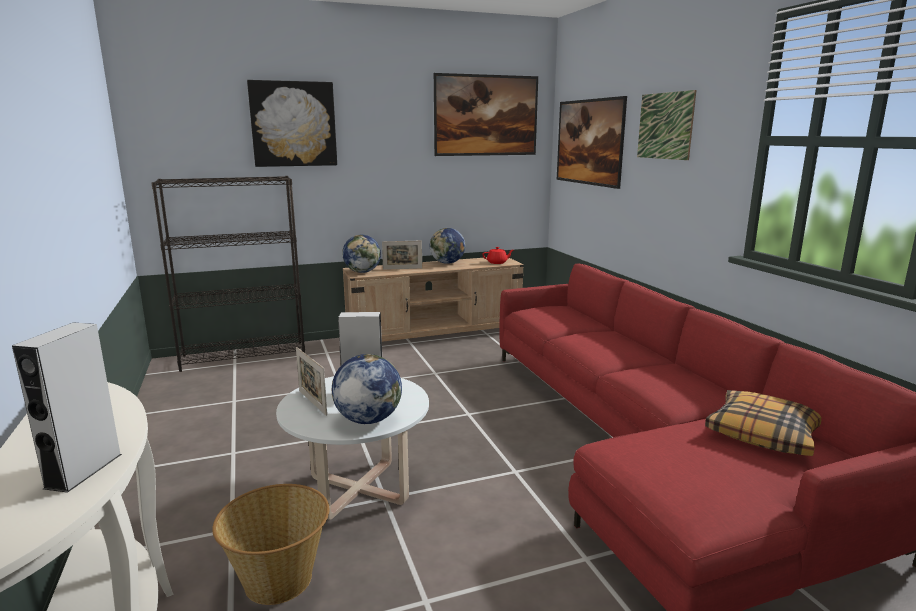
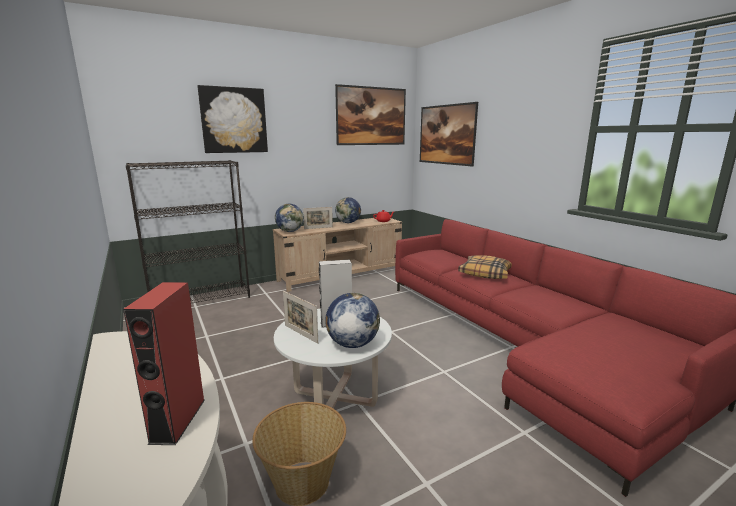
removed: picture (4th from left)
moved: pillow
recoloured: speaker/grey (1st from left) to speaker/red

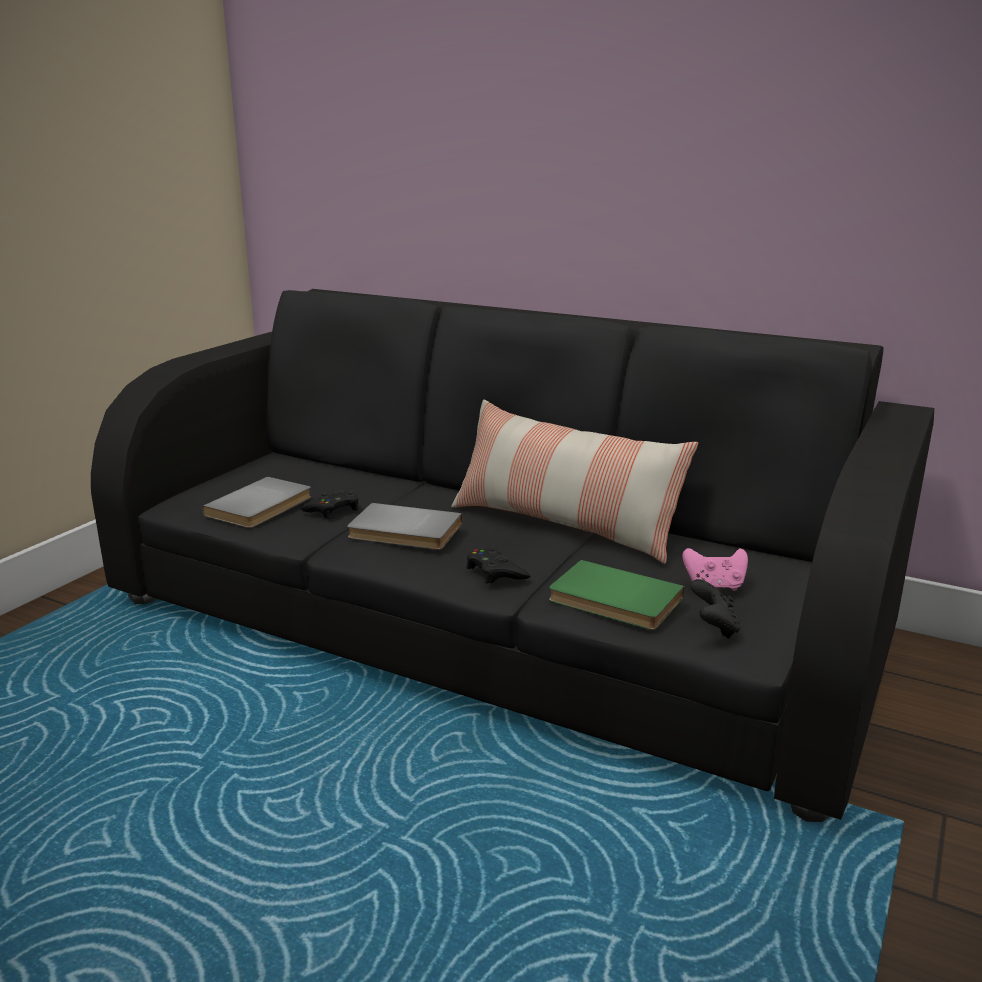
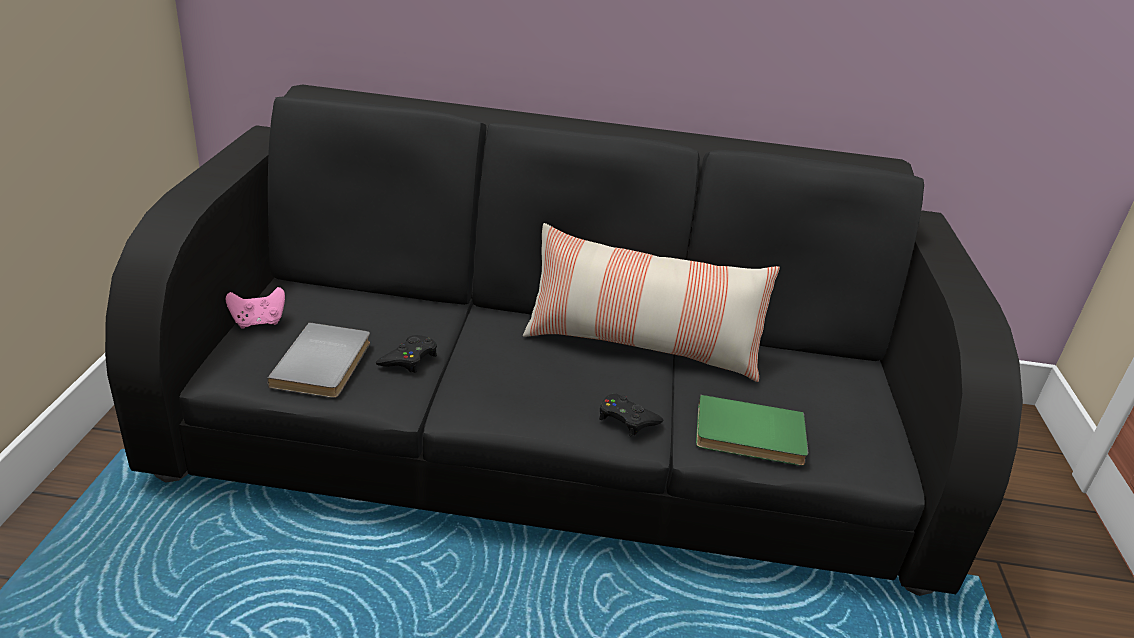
removed: book/grey (2nd from left); game controller/black (3rd from left)
moved: game controller/pink

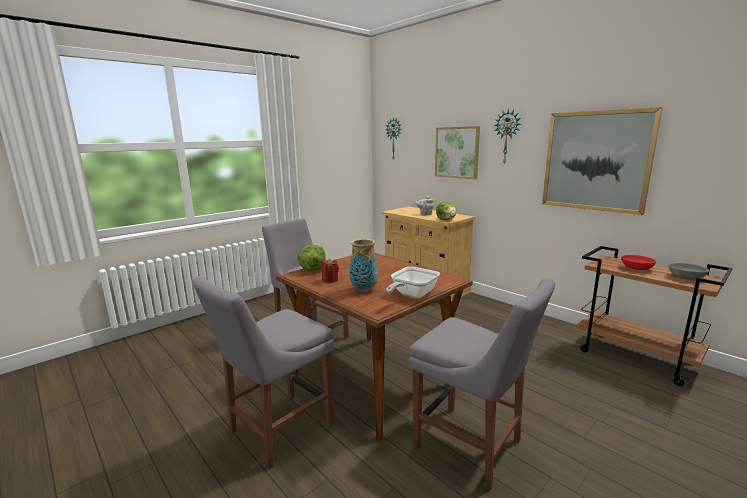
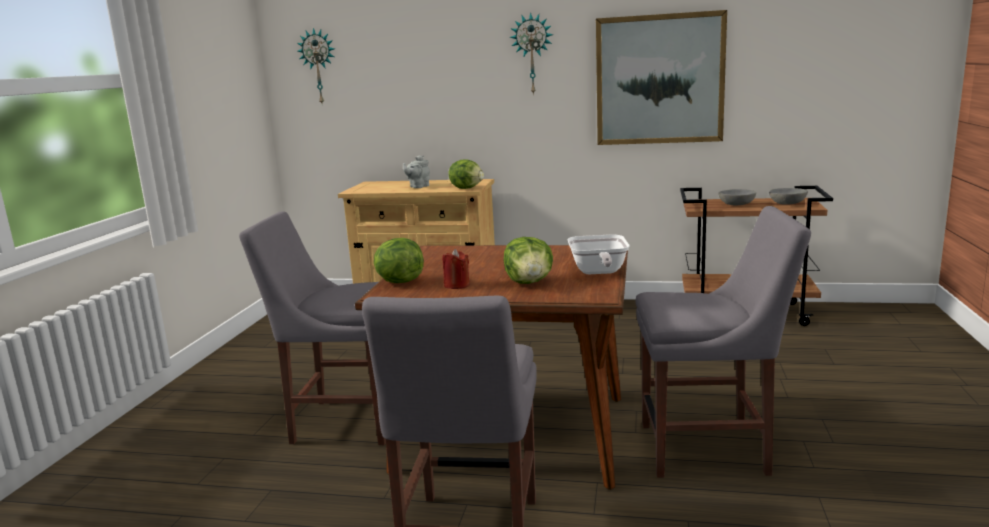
removed: picture (1st from left)
replaced: vase to lettuce (3rd from left)
recoloured: bowl/red to bowl/grey (1st from left)

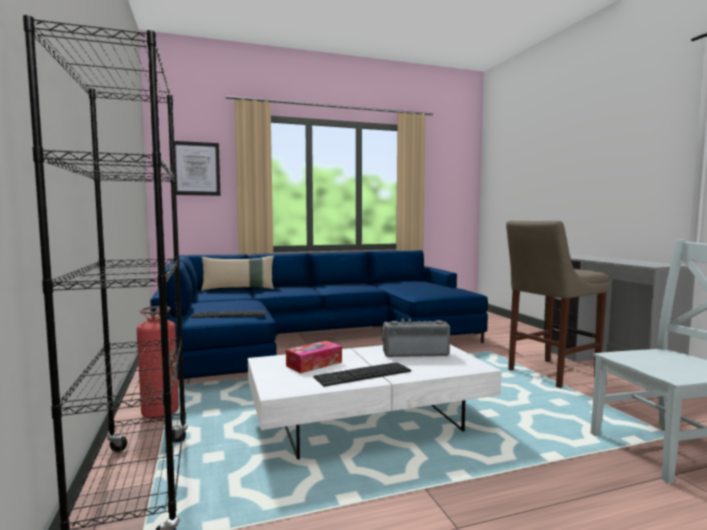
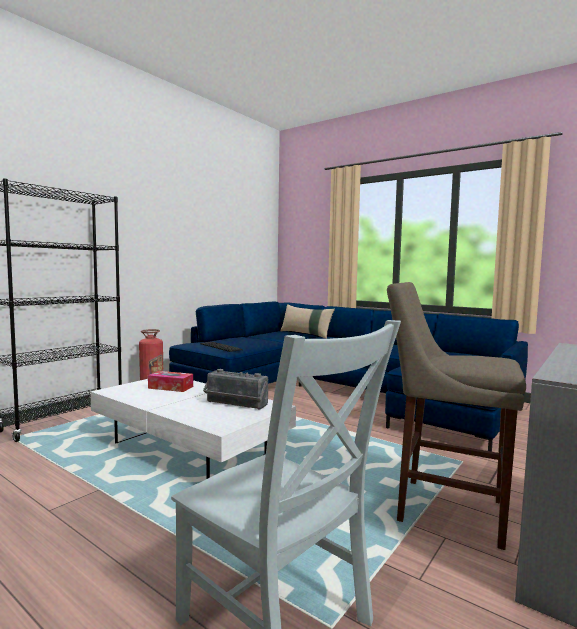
removed: picture; keyboard (2nd from left)
turned: radio 150 degrees clockwise

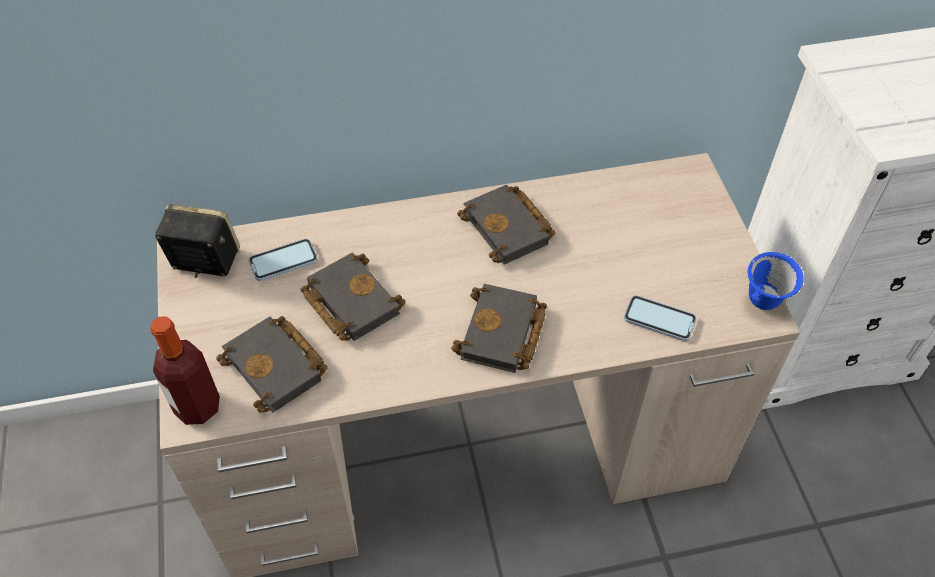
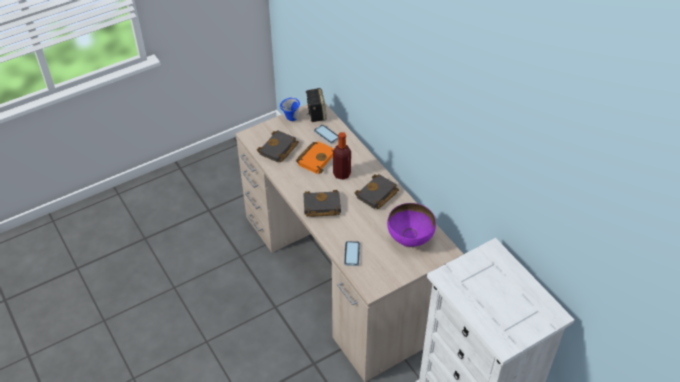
added: bowl/purple
moved: bottle; mug/blue
recoloured: book/black (2nd from left) to book/orange

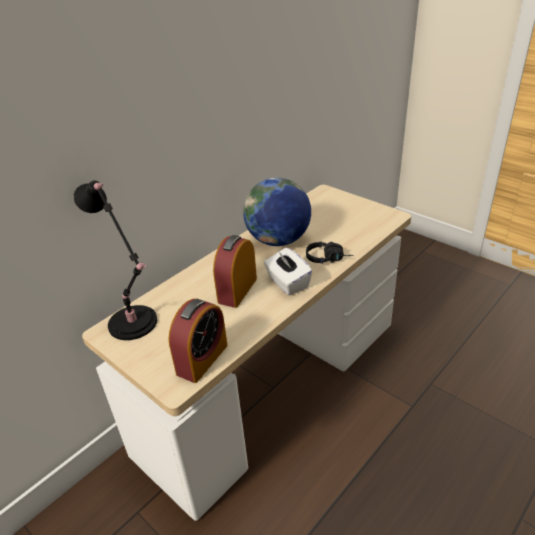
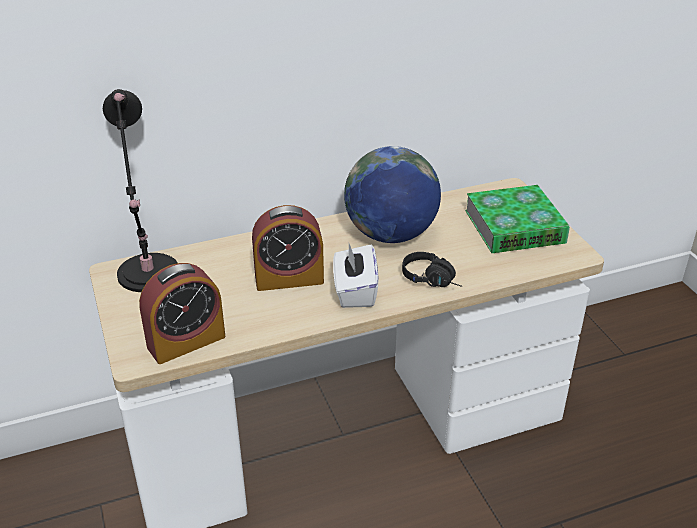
added: book
turned: alarm clock (2nd from left) 150 degrees counterclockwise

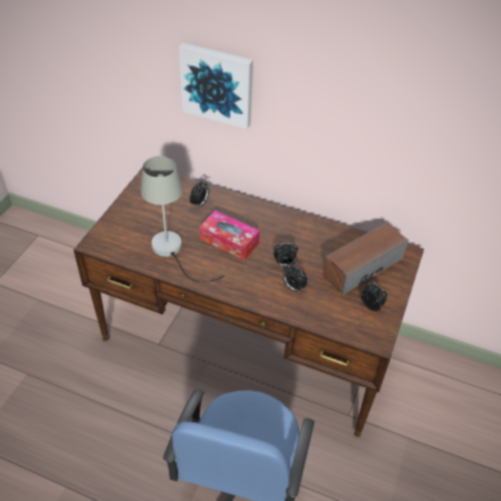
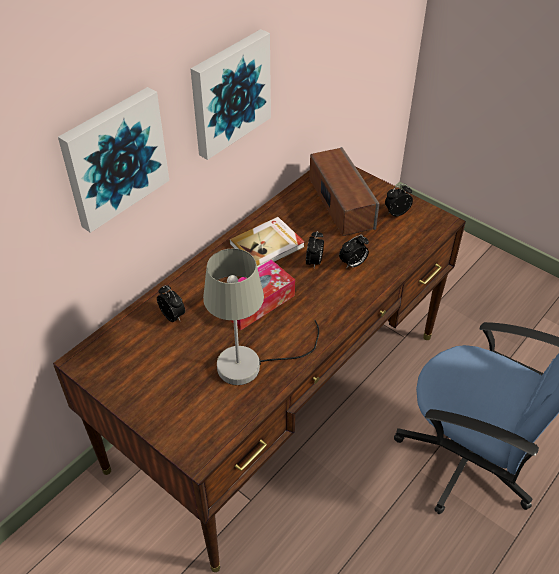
added: picture (2nd from left); book

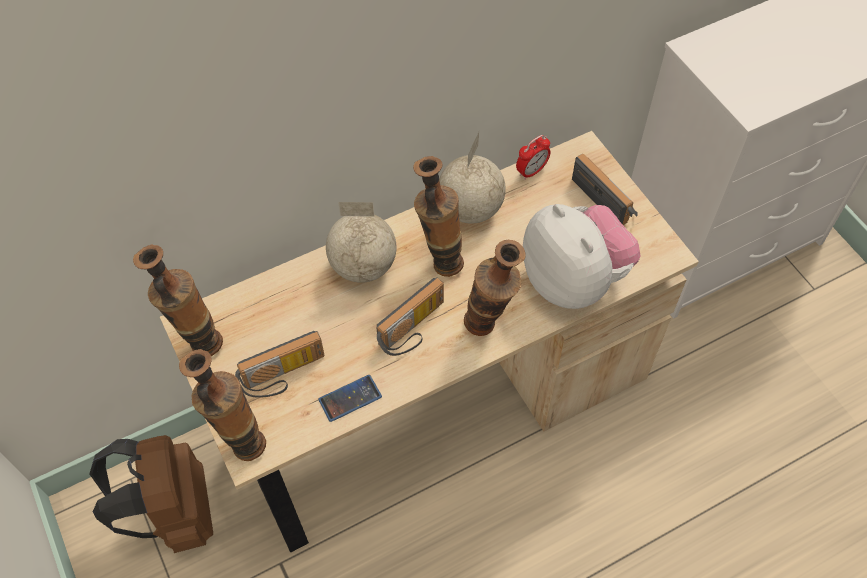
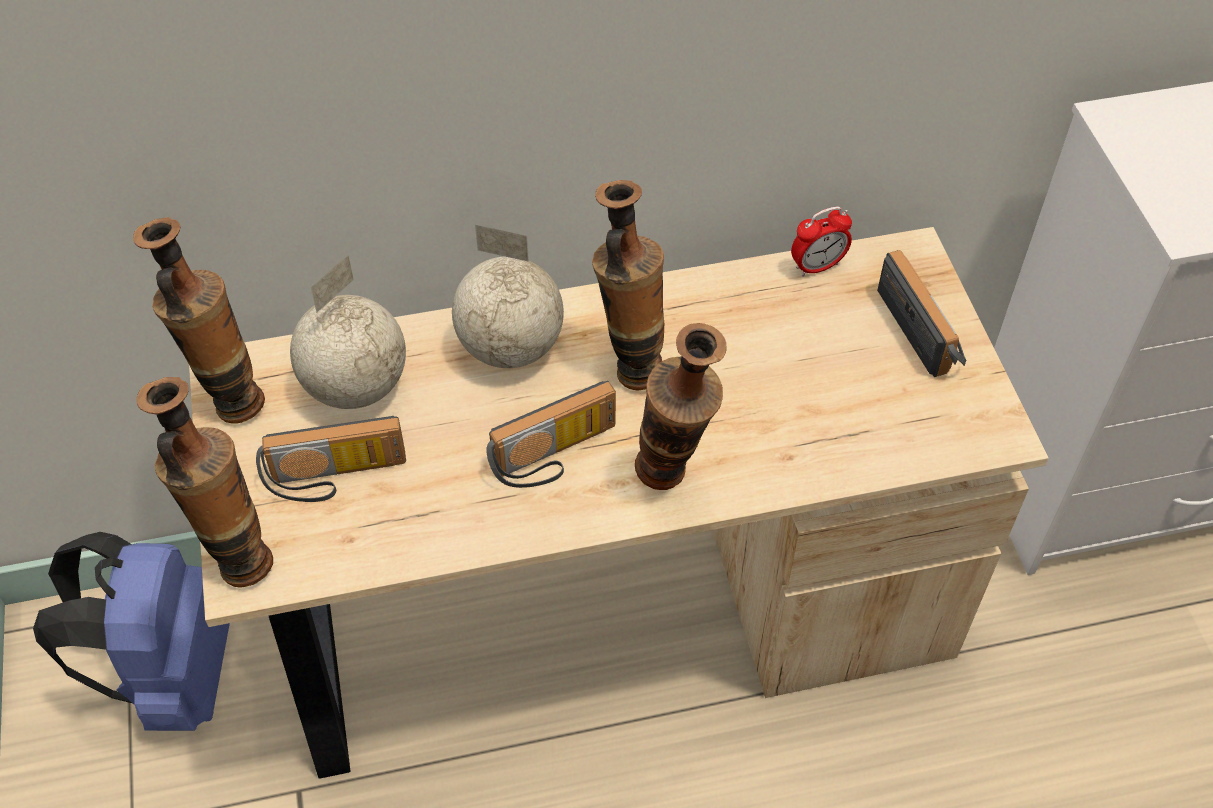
removed: phone; plush toy
moved: globe (2nd from left in the first image) to globe (1st from left)
recoloured: backpack/brown to backpack/blue

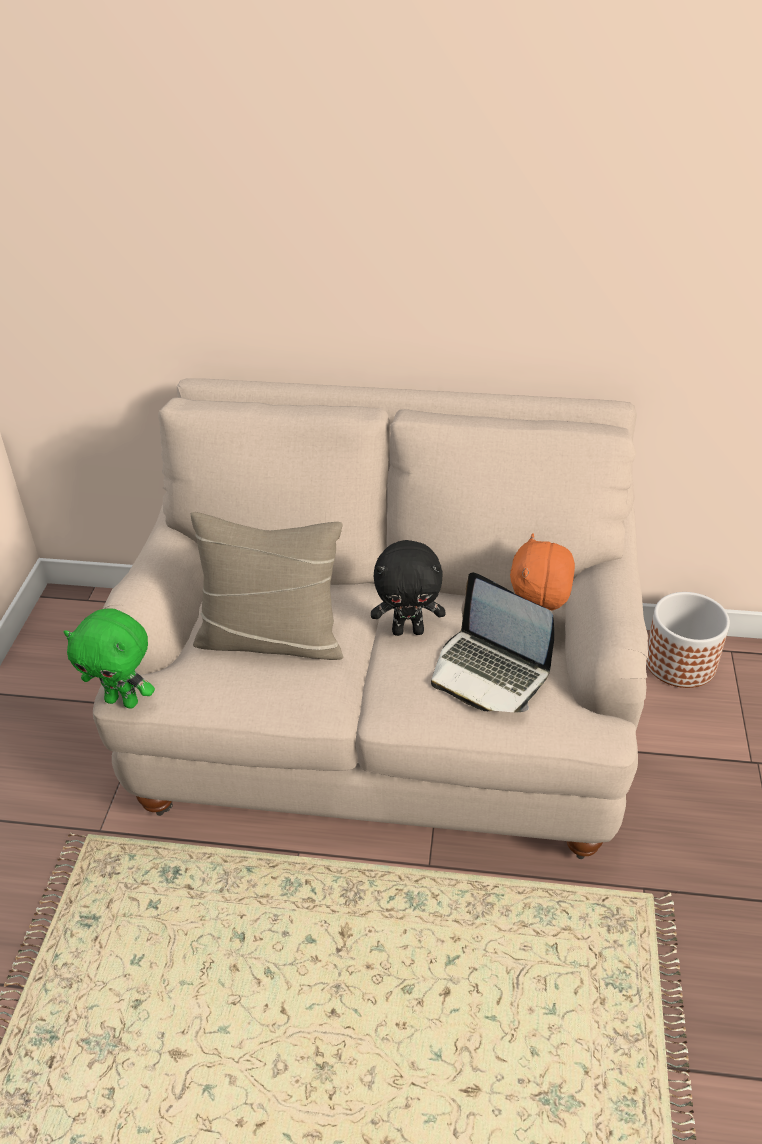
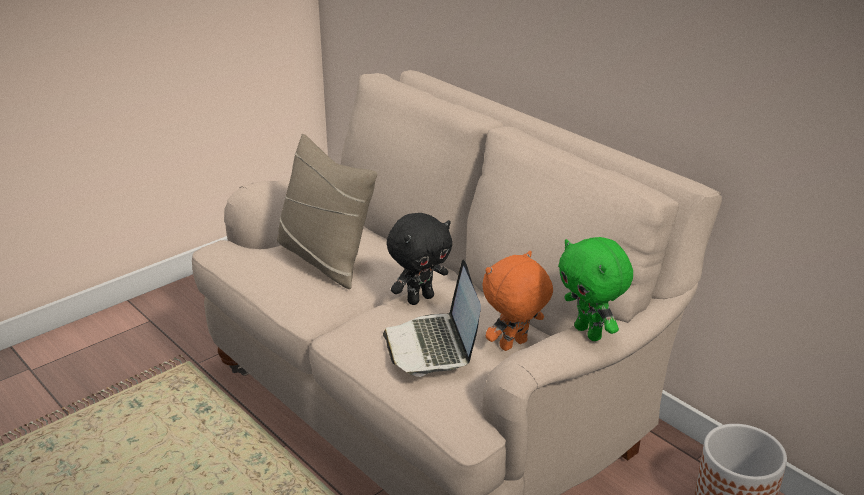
moved: plush toy/green
turned: plush toy/black 75 degrees counterclockwise

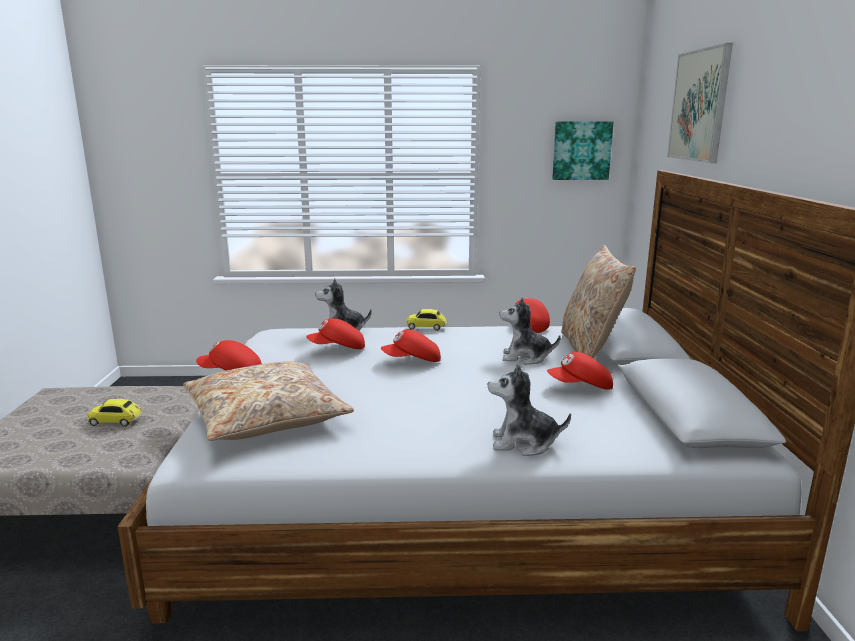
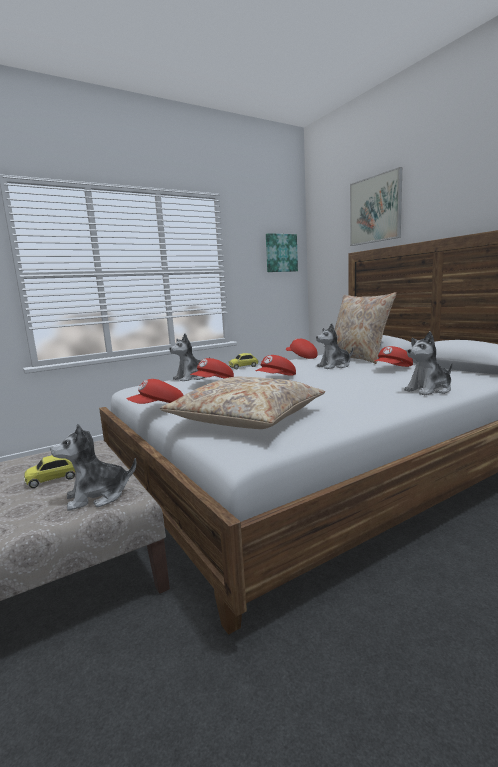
added: plush toy (1st from left)

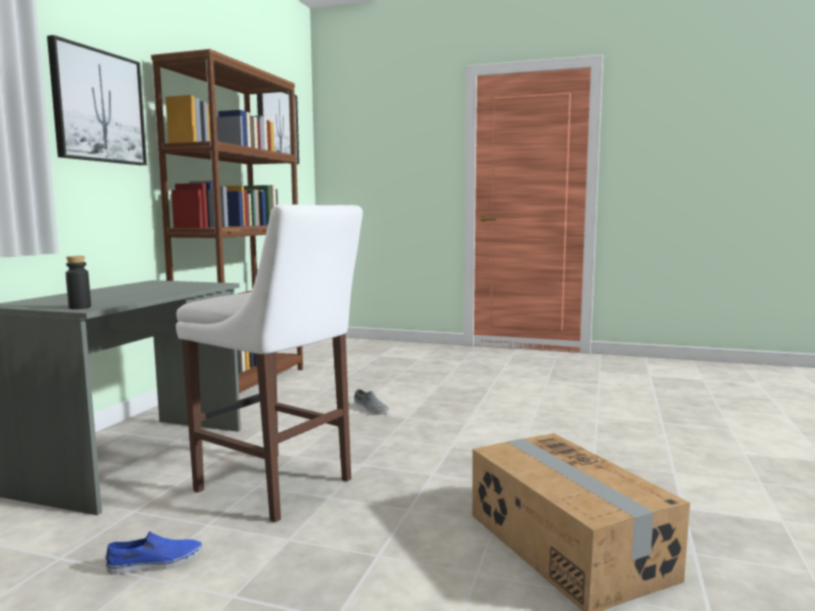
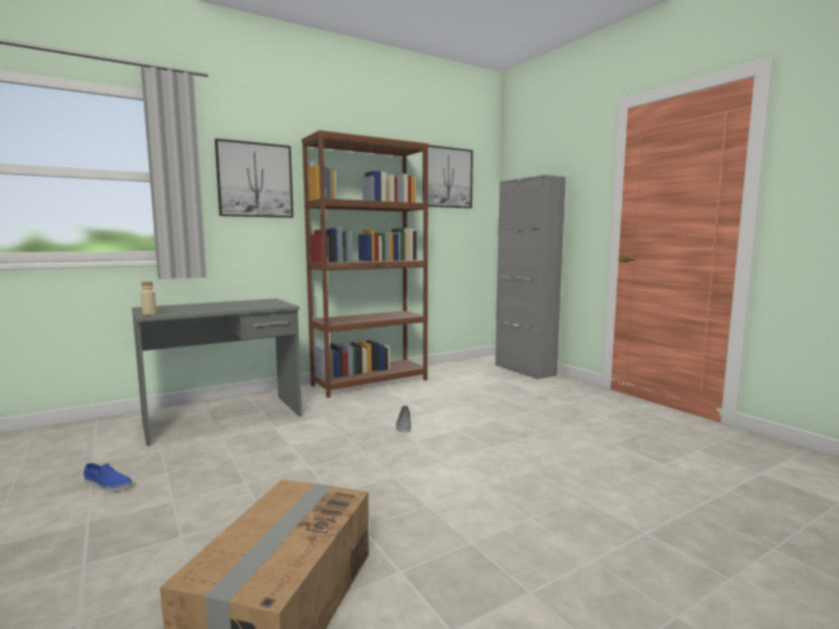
removed: stool/white
added: cabinet/grey
recoloured: bottle/black to bottle/beige

